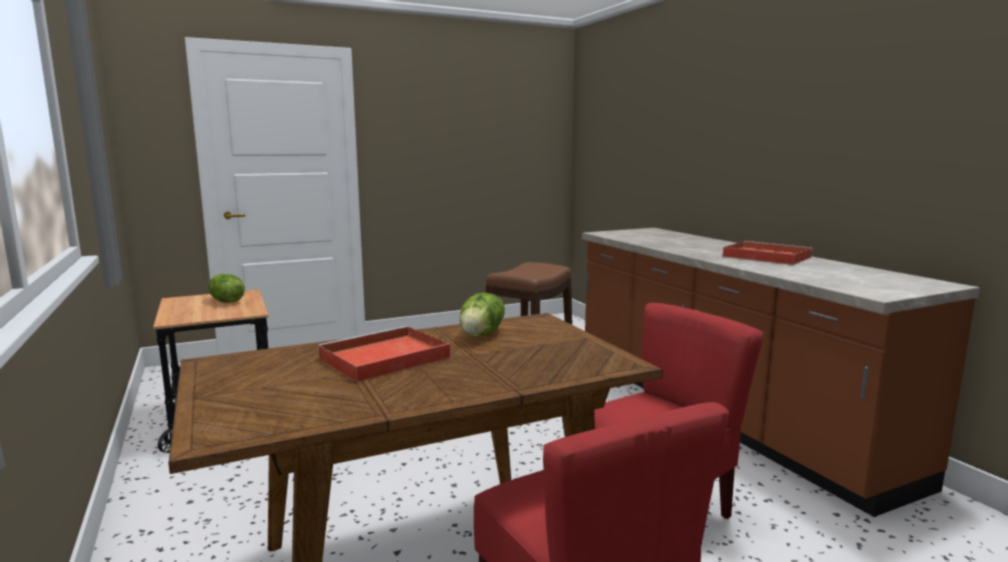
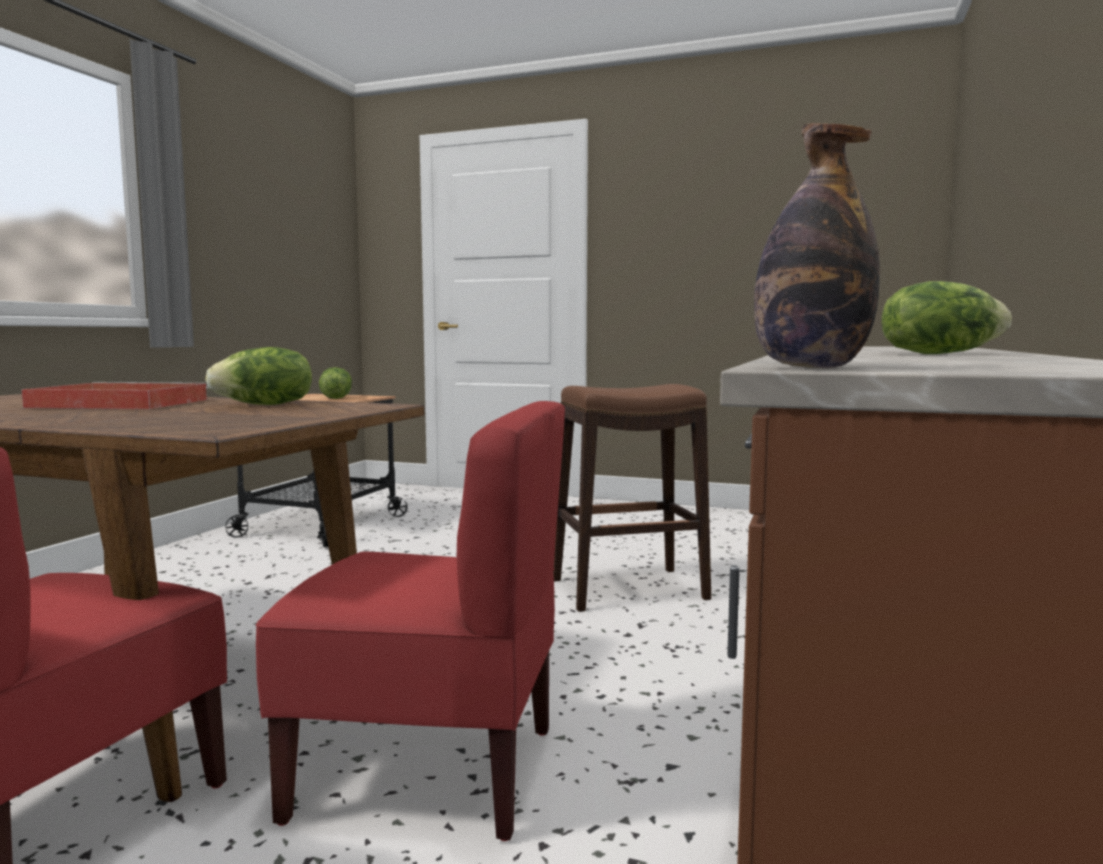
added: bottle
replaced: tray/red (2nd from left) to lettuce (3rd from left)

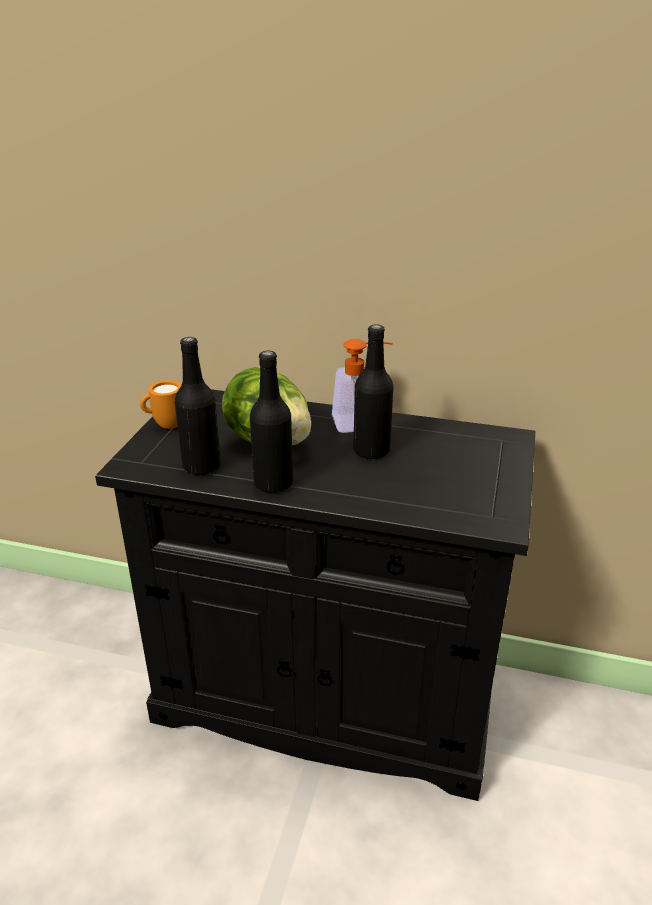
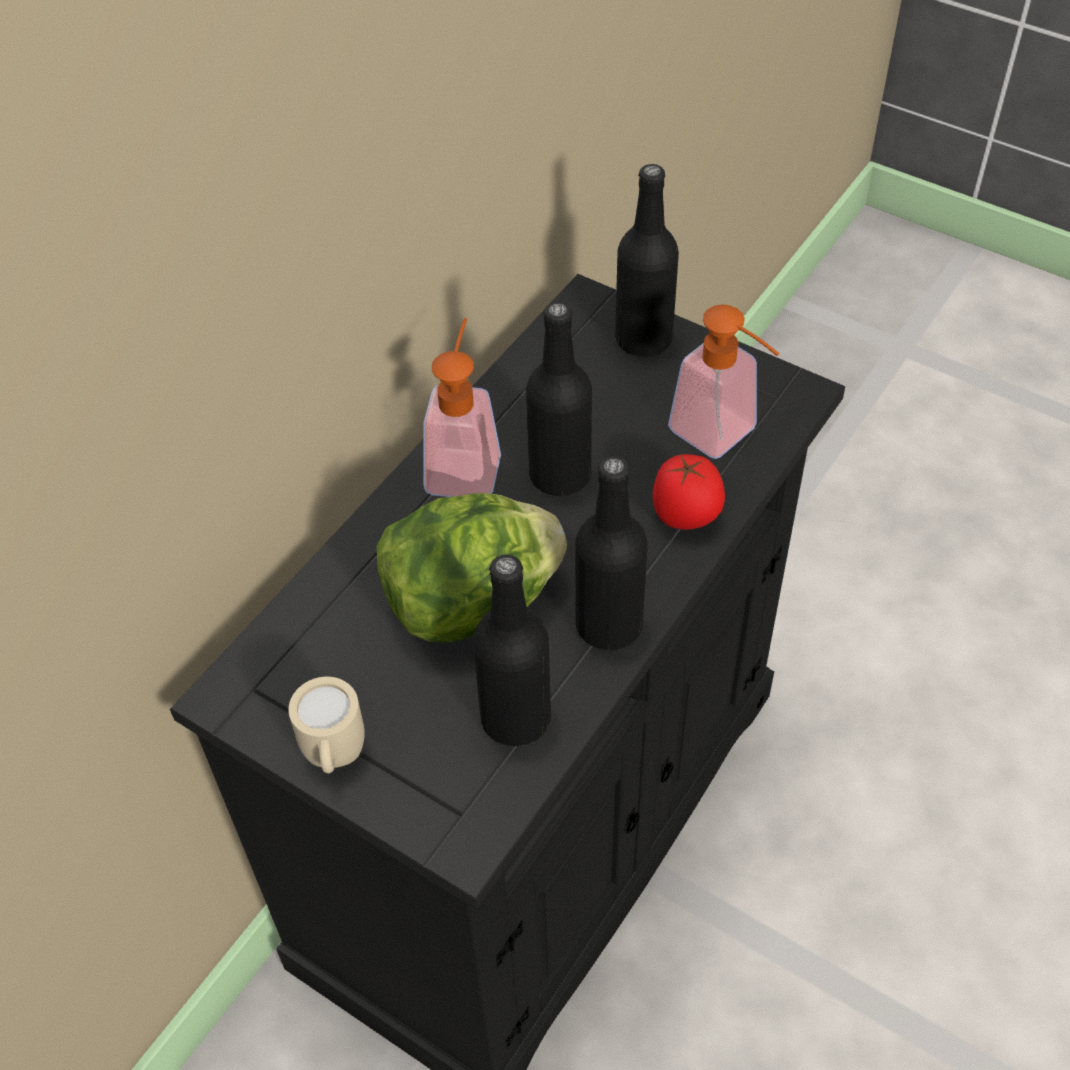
added: bottle/black (4th from left); tomato; soap dispenser (2nd from left)
recoloured: mug/orange to mug/beige

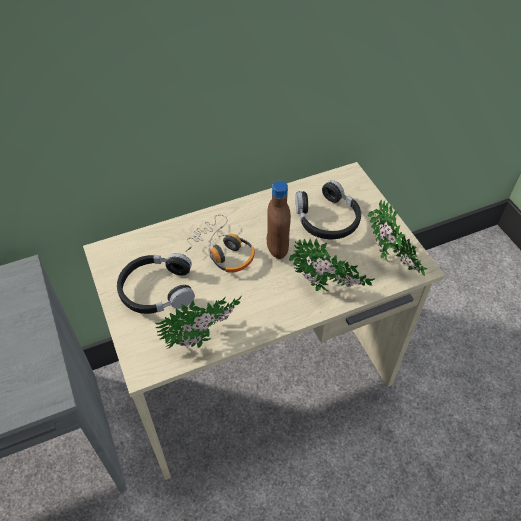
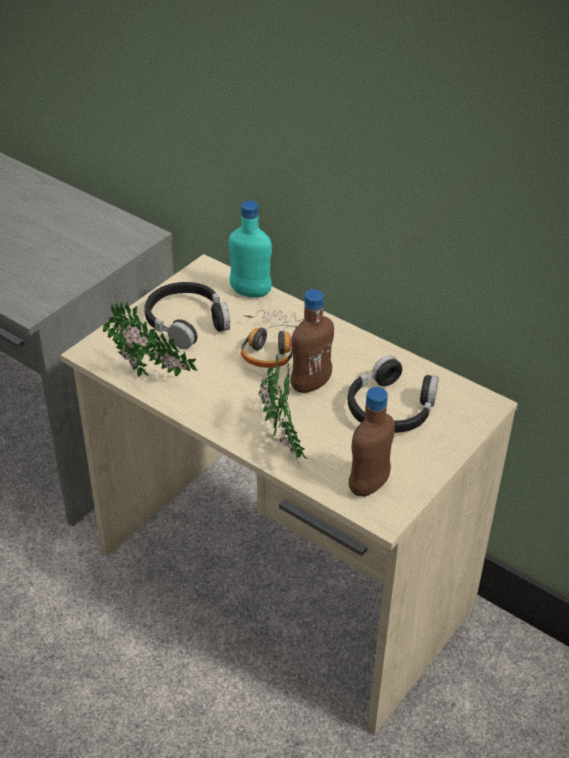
added: bottle/turquoise
replaced: potted plant (3rd from left) to bottle/brown (2nd from left)

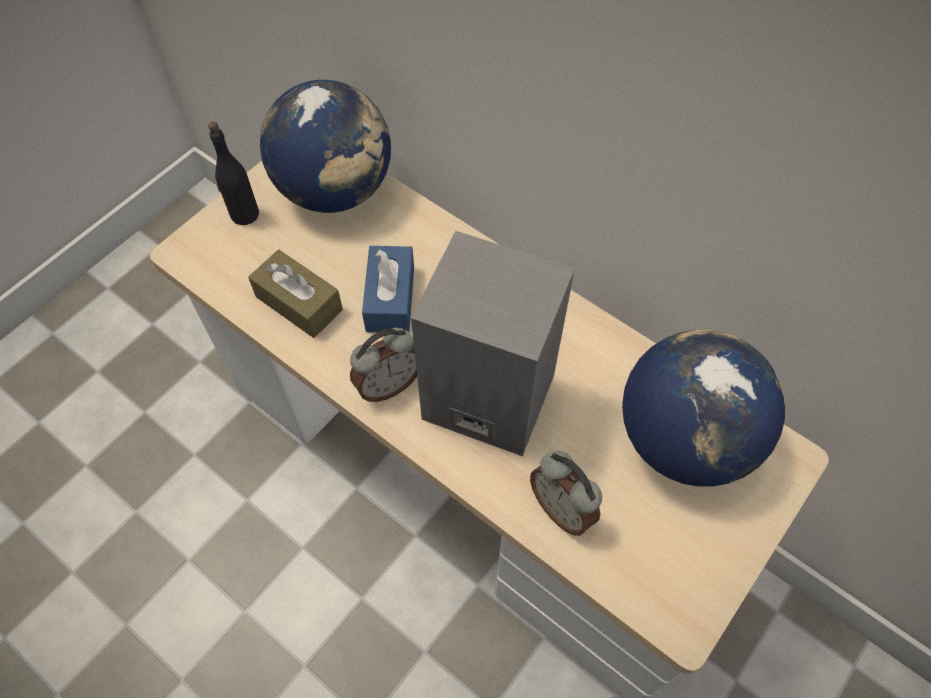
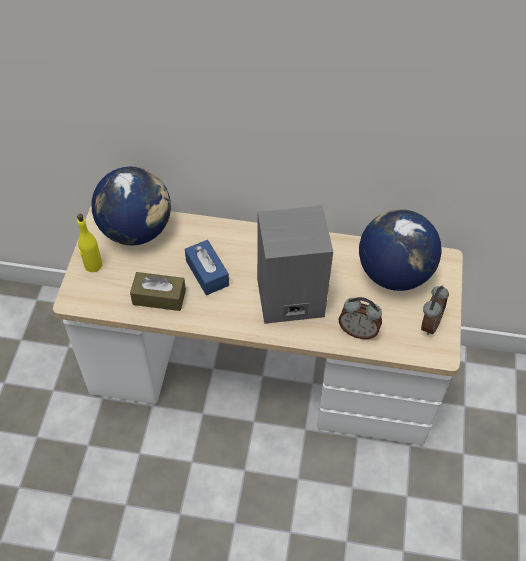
moved: alarm clock (1st from left in the first image) to alarm clock (2nd from left)
recoloured: bottle/black to bottle/yellow

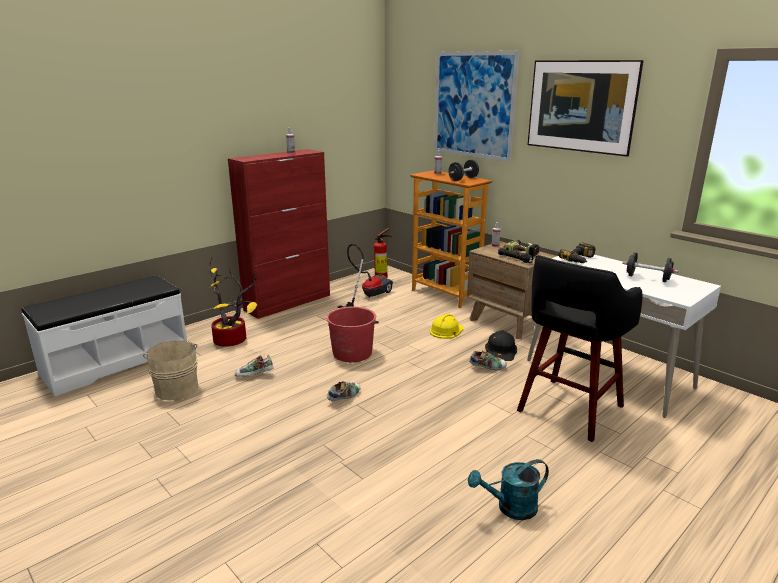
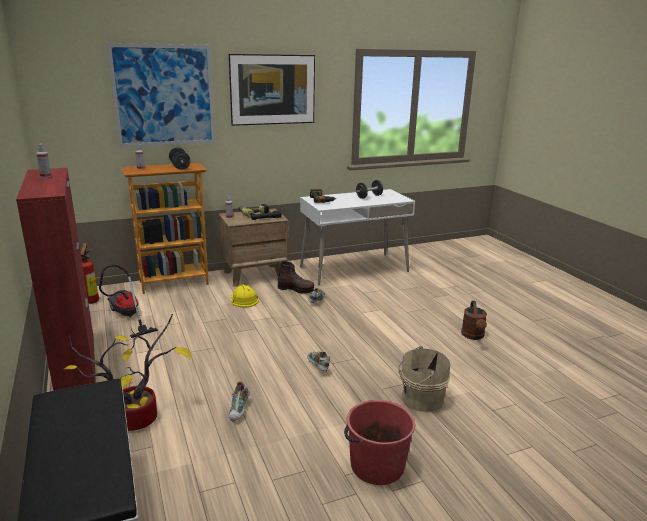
removed: stool/black
moved: bucket/beige; bucket/red
replaced: hard hat/black to boot/brown
recoloured: watering can/turquoise to watering can/brown

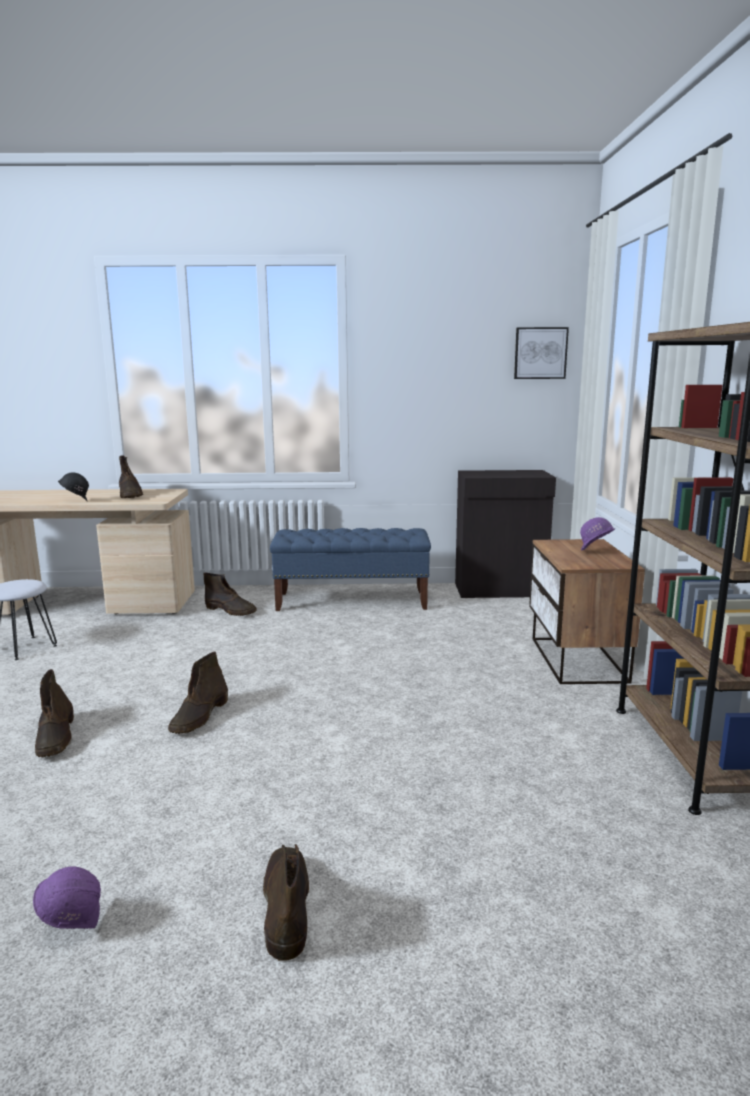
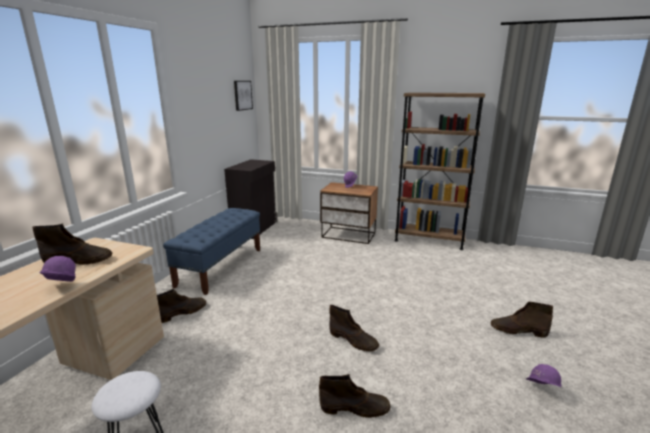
recoloured: hard hat/black to hard hat/purple (1st from left)

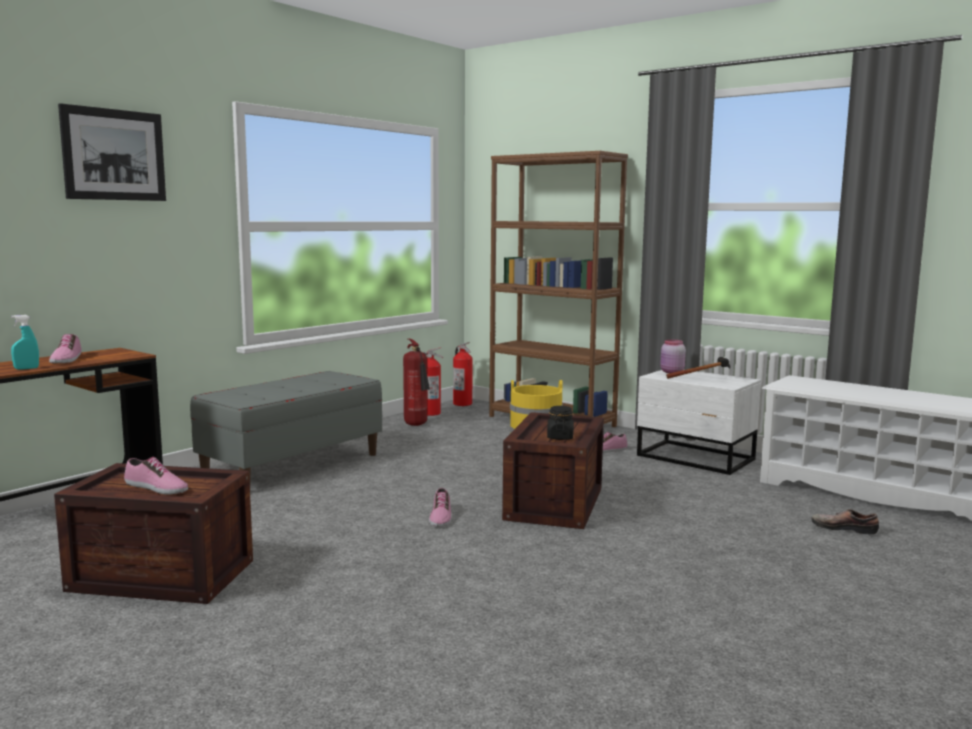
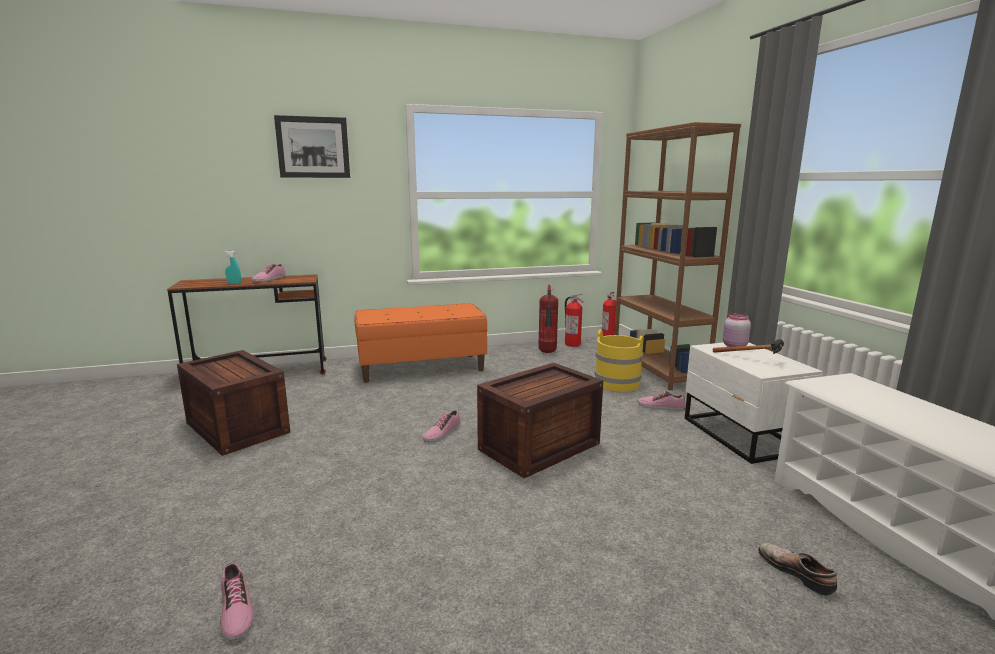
removed: jar/black
moved: shoe (2nd from left in the first image) to shoe (1st from left)
recoloured: bench/grey to bench/orange

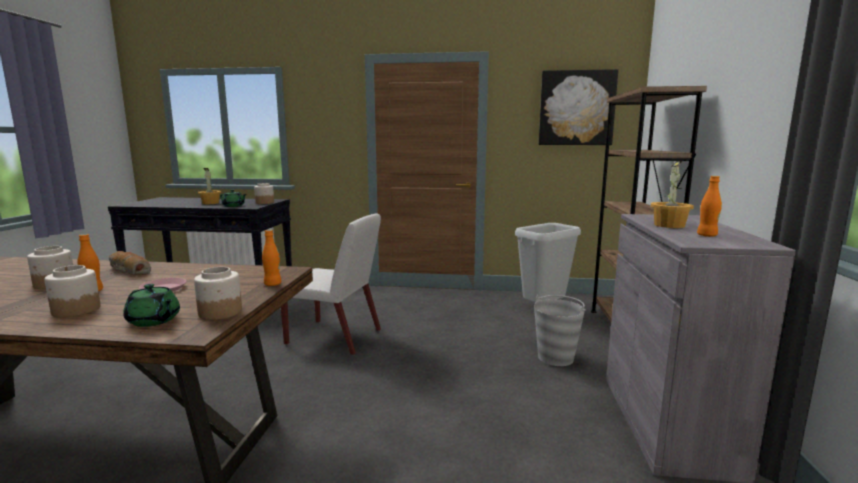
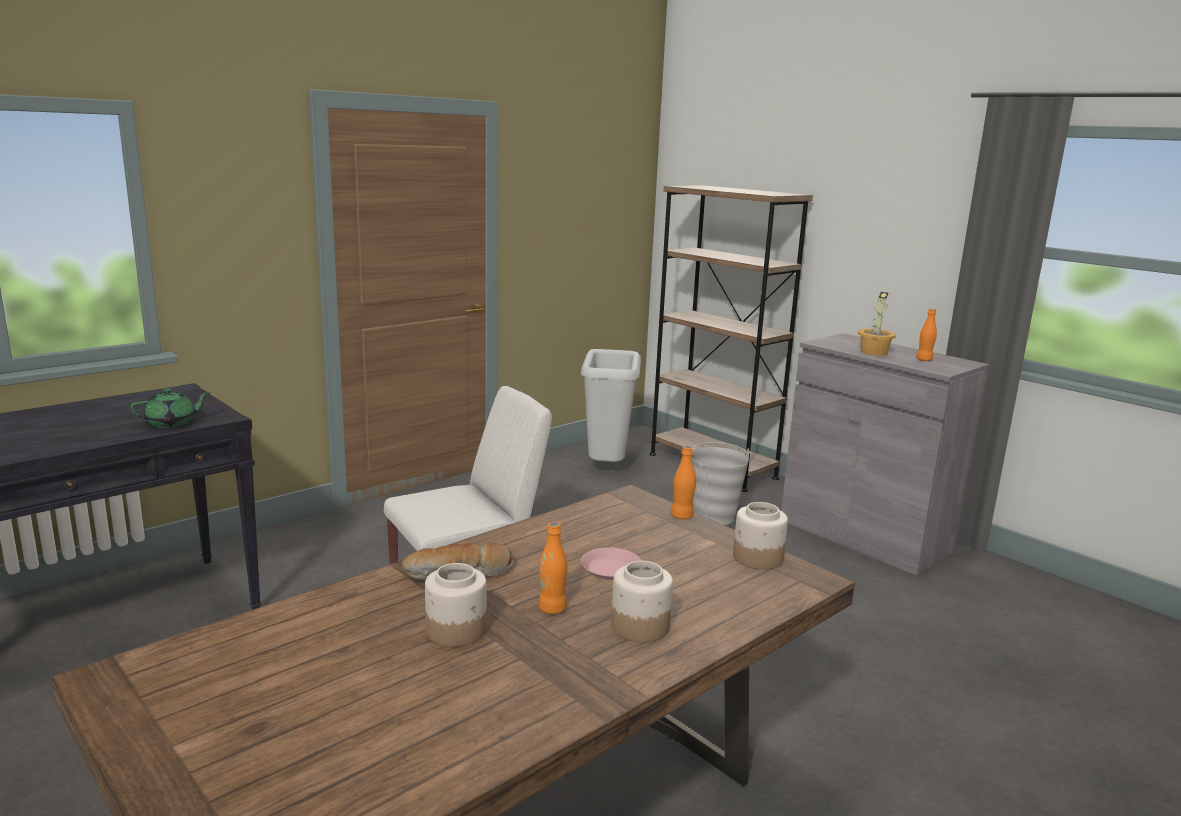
removed: teapot/green (1st from left); potted plant (1st from left); jar (4th from left); picture

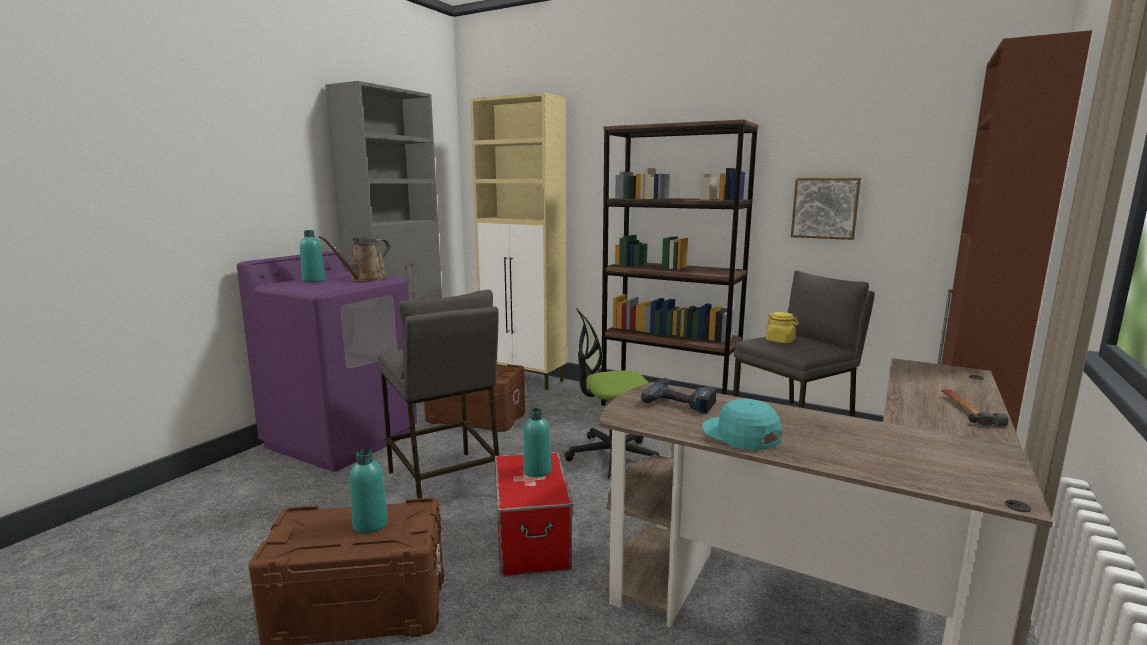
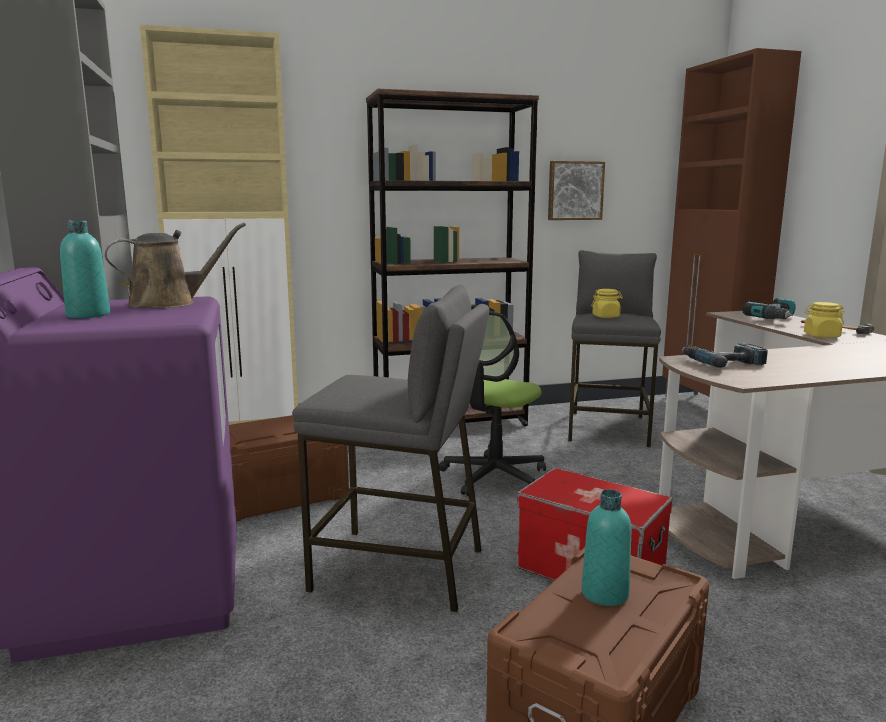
removed: bottle/turquoise (3rd from left); cap/turquoise
added: power drill (2nd from left); jar/yellow (2nd from left)
turned: watering can/brown 105 degrees counterclockwise

